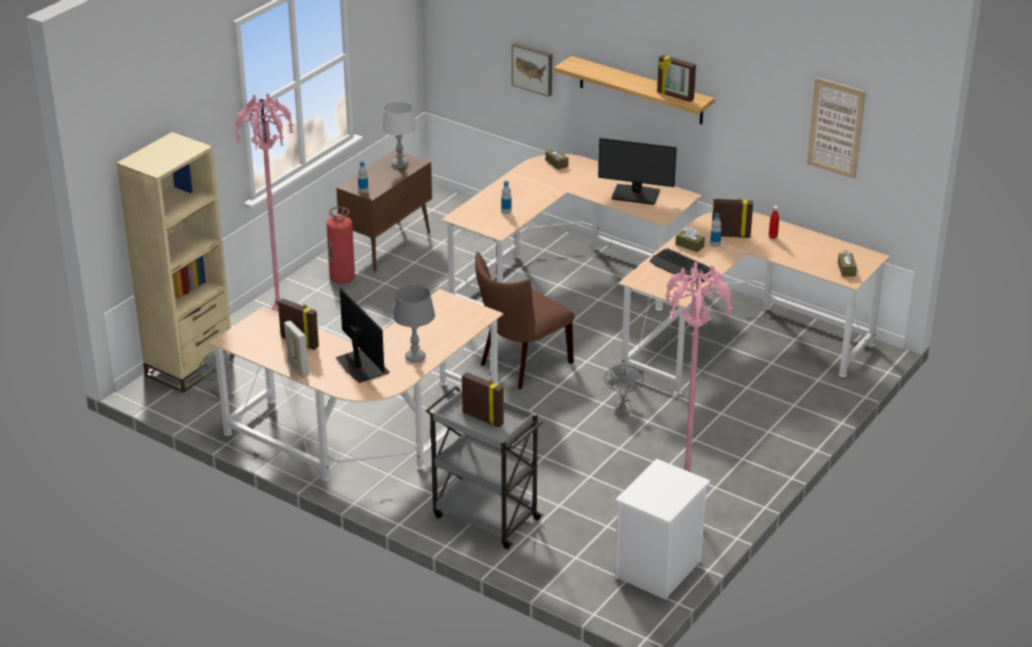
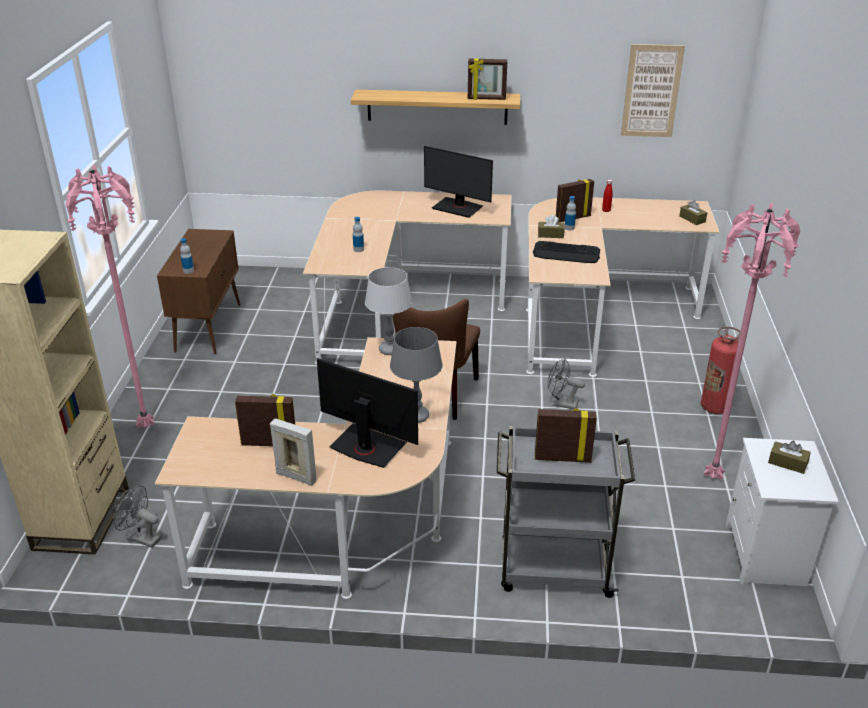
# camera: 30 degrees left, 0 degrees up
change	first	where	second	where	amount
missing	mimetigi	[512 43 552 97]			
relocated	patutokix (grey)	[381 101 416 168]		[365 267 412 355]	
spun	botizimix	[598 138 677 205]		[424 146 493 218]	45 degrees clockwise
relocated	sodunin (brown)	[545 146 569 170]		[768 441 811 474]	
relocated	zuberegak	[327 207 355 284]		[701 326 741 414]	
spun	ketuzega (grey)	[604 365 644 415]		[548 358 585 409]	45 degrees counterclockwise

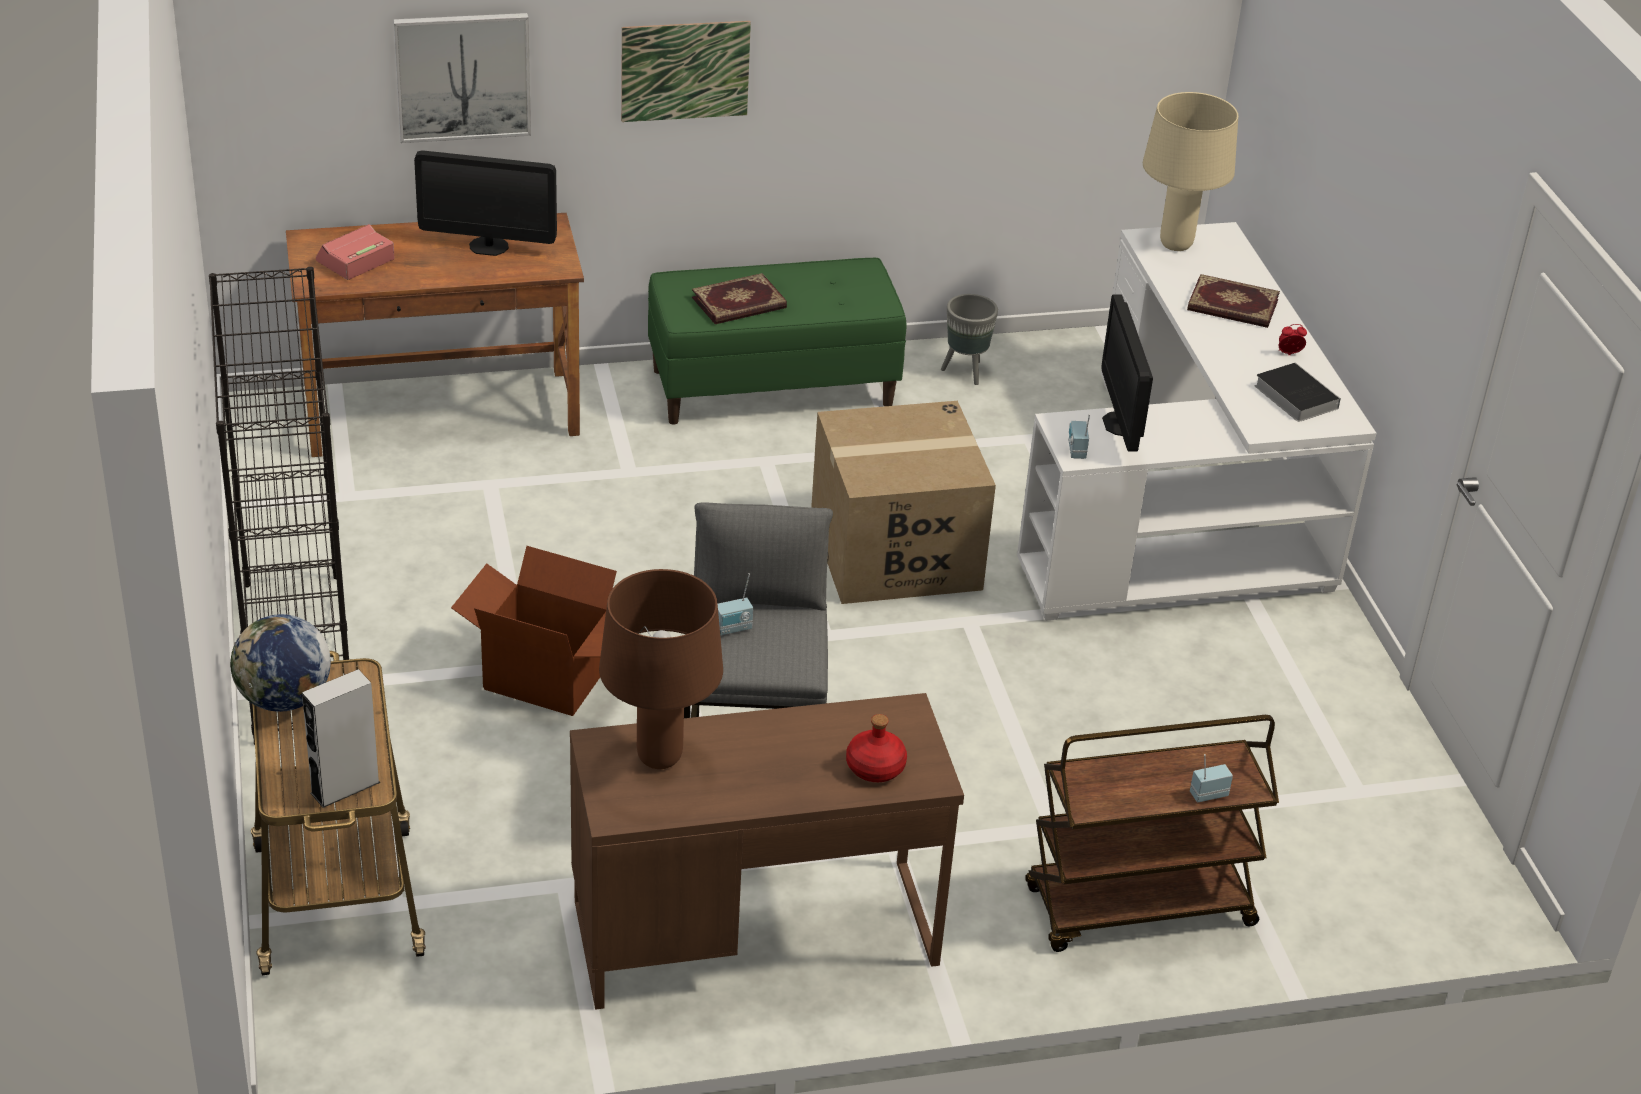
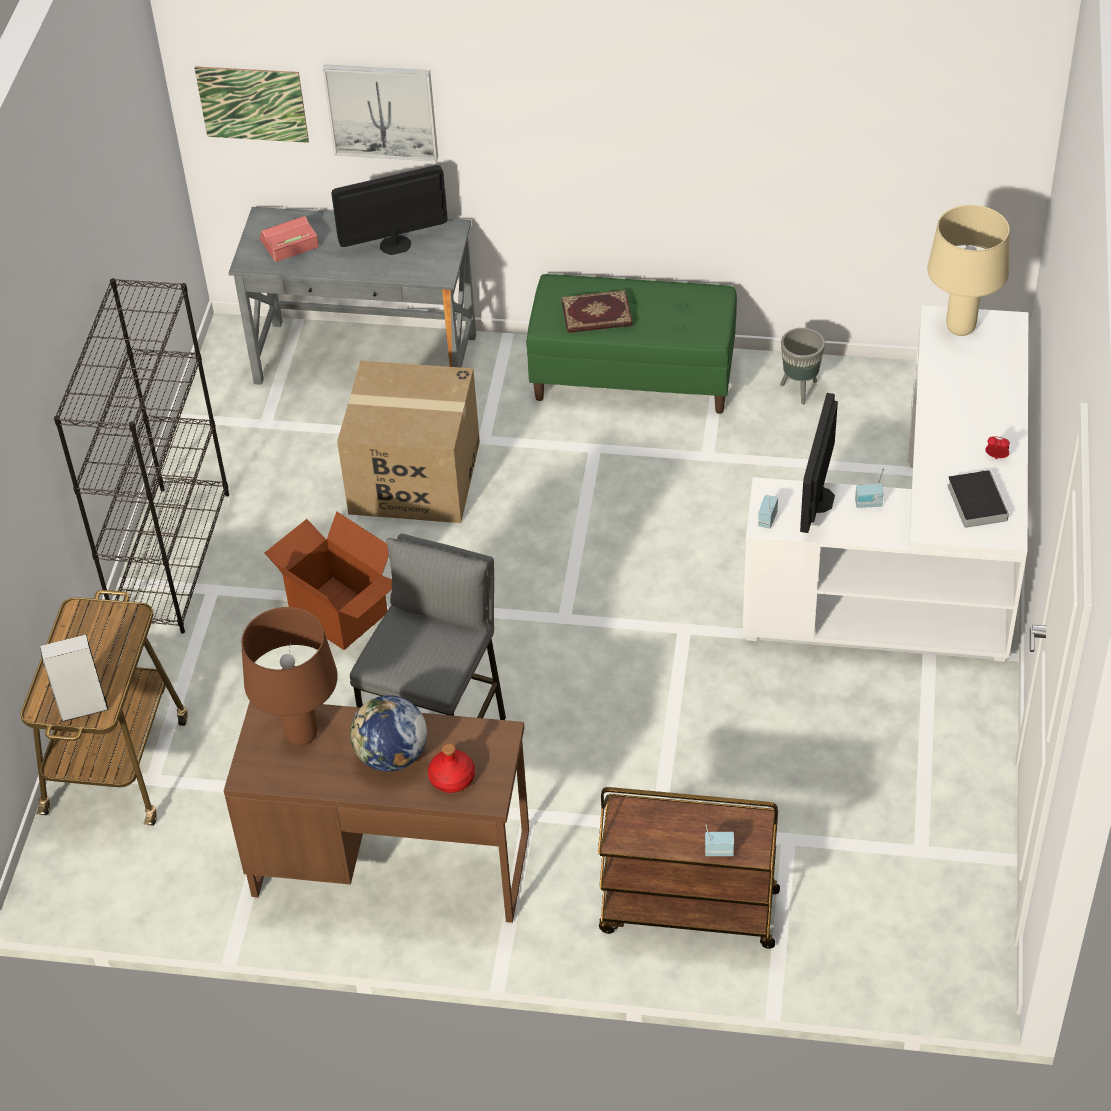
# camera: 25 degrees right, 10 degrees up
change	first	where	second	where	amount
relocated	mimetigi	[621 21 751 122]		[195 66 309 143]	
spun	botizimix	[414 150 557 256]		[331 165 447 255]	135 degrees clockwise
colour	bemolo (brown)	[286 213 584 457]	bemolo (grey)	[229 207 476 385]	
missing	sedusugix	[1187 274 1280 328]			
relocated	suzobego	[811 401 996 604]		[337 361 480 523]	
relocated	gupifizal	[718 573 753 635]		[855 468 884 508]	
relocated	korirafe	[230 614 331 712]		[350 695 427 771]	

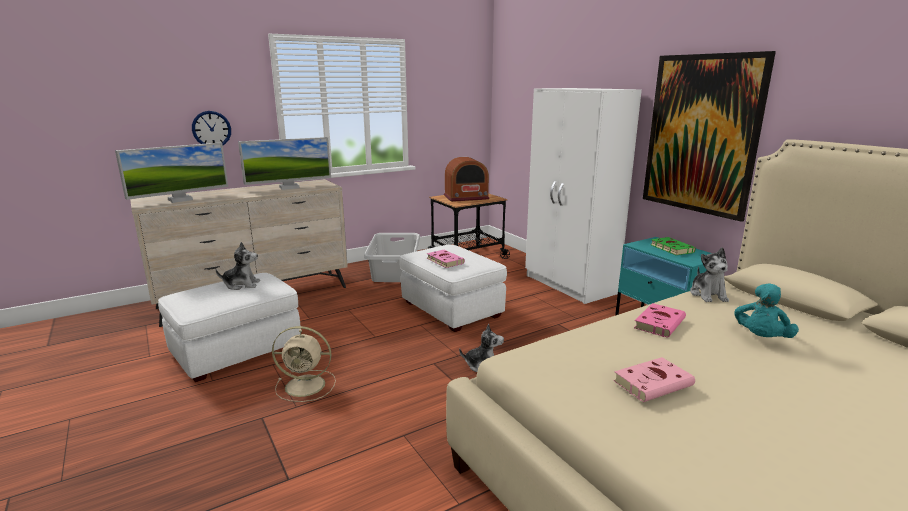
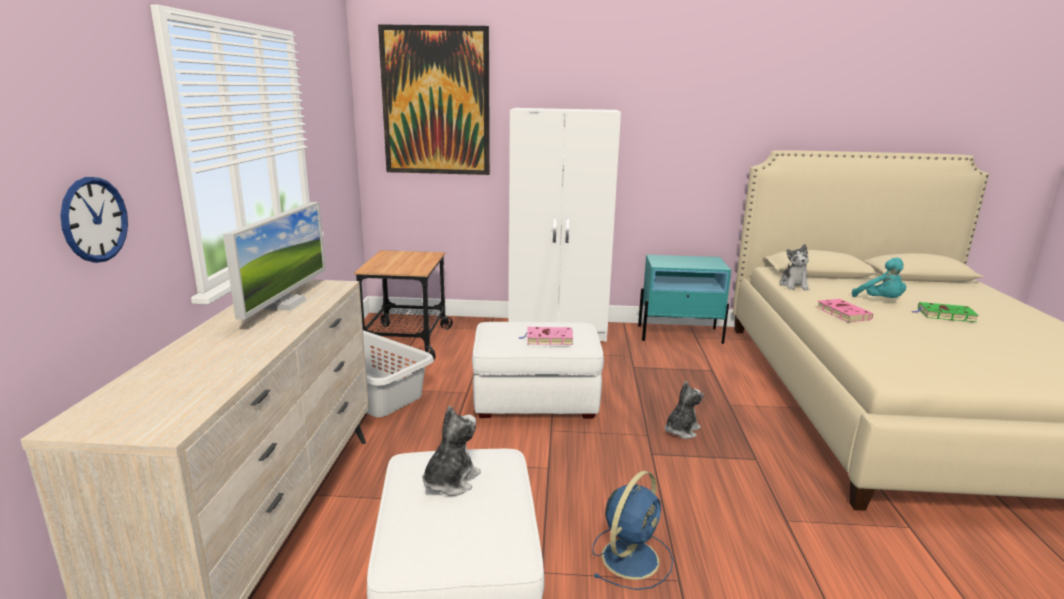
# camera: 55 degrees left, 0 degrees up
change	first	where	second	where	amount
relocated	mimetigi	[643 51 776 222]		[378 24 490 175]	
missing	botizimix	[115 143 228 203]			
missing	gupifizal	[444 157 490 202]			
relocated	sedusugix (green)	[650 237 696 255]		[912 302 979 322]	
spun	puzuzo	[690 247 729 302]		[779 244 809 290]	60 degrees clockwise
colour	ketuzega (beige)	[272 326 336 402]	ketuzega (blue)	[592 471 674 590]	
missing	sedusugix (pink)	[613 357 695 402]			

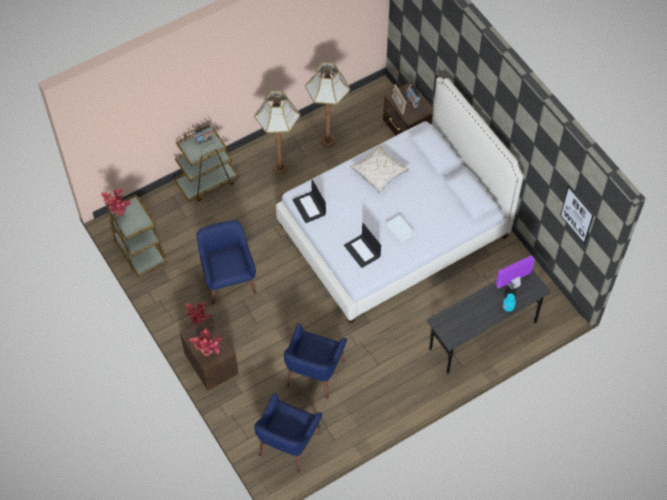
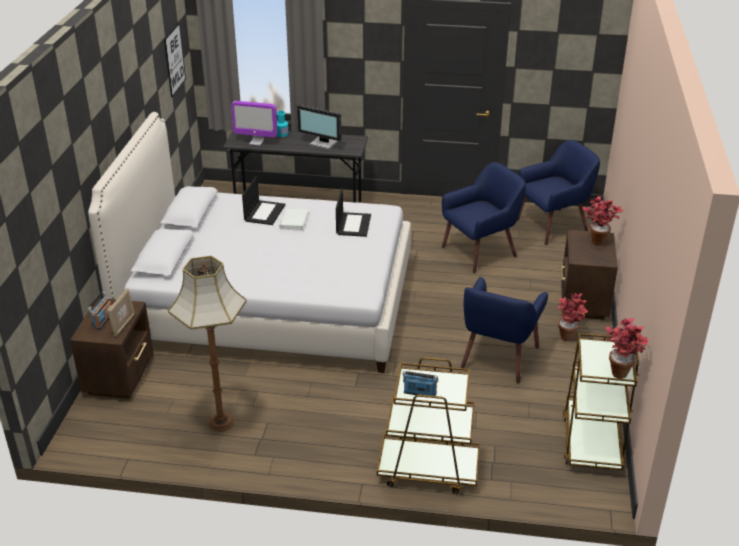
# camera: 140 degrees left, 25 degrees down
change	first	where	second	where	amount
missing	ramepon	[254 90 300 175]			
missing	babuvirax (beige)	[350 144 409 193]			
relocated	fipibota	[292 179 326 223]		[242 176 285 225]	
appeared			botizimix	[297 105 341 150]	

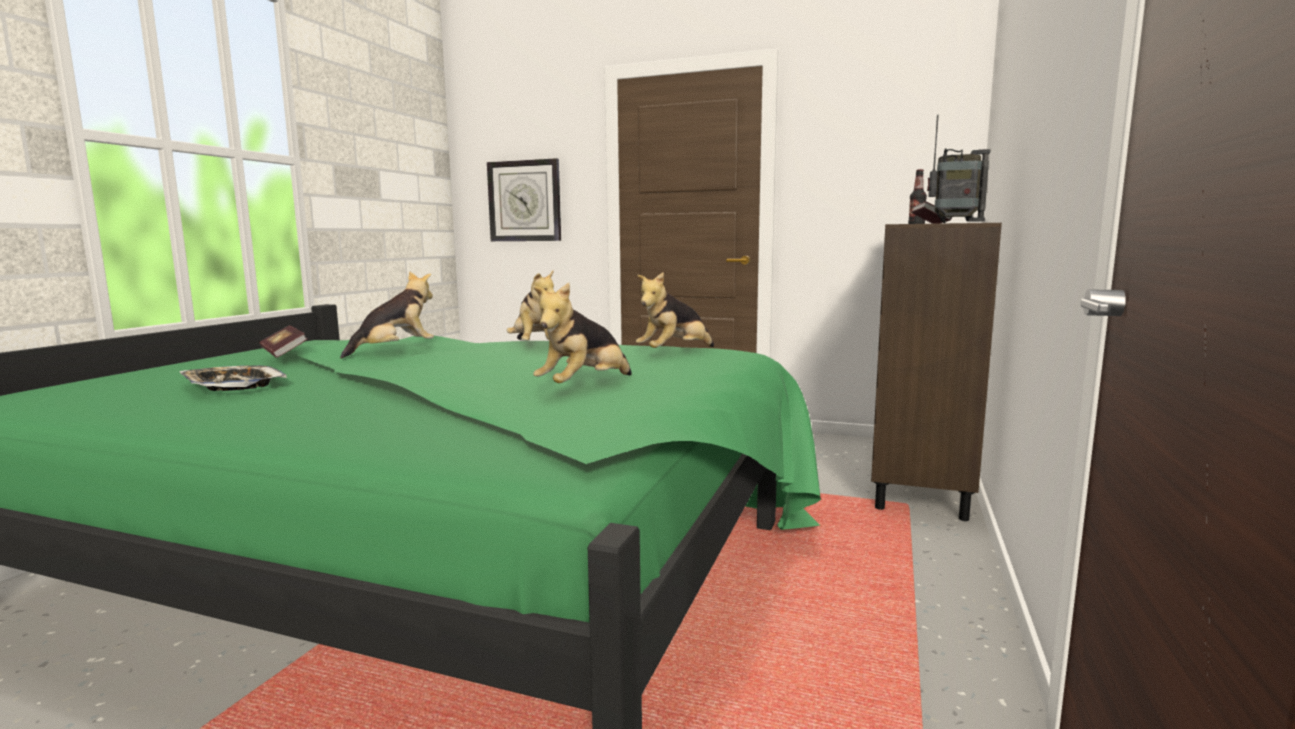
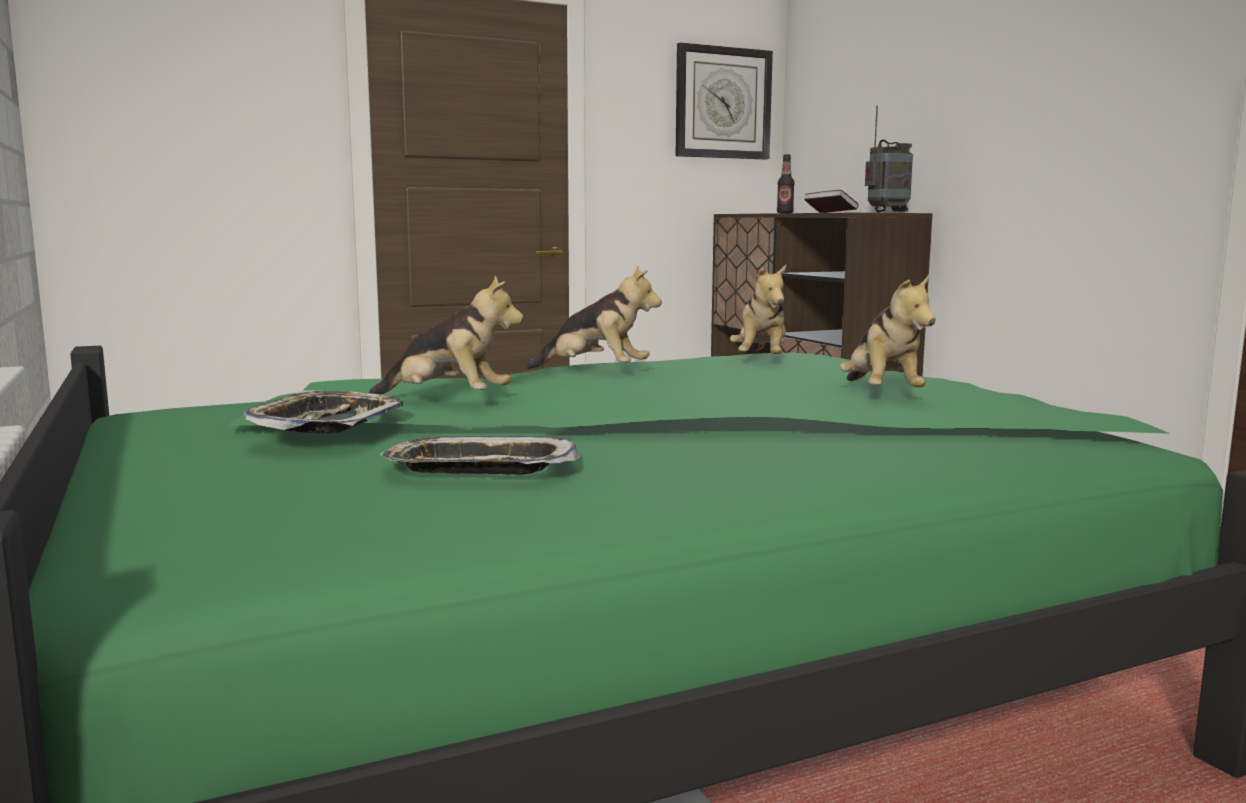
# camera: 45 degrees left, 0 degrees up
change	first	where	second	where	amount
relocated	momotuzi	[487 158 561 241]		[676 42 773 160]	
spun	puzuzo	[340 271 434 359]		[369 276 524 394]	105 degrees clockwise
exchanged	sedusugix	[260 325 308 358]	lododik	[244 390 403 434]	

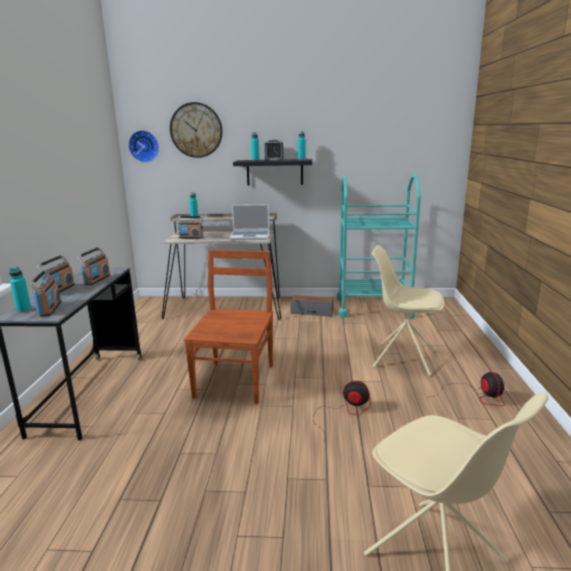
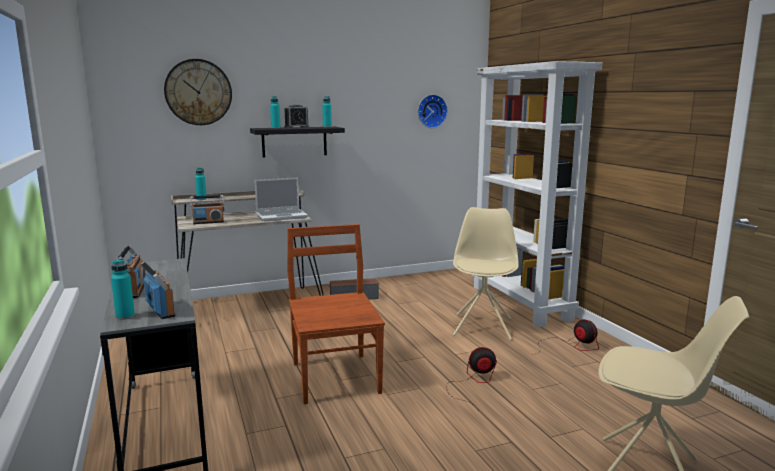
# camera: 25 degrees left, 5 degrees down
change	first	where	second	where	amount
relocated	momotuzi	[128 130 159 163]		[418 94 448 128]	
missing	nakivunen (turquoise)	[336 174 421 318]			
spun	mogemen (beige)	[371 245 444 376]		[453 207 519 341]	105 degrees clockwise
missing	gupifizal	[77 247 110 285]			
appeared			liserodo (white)	[472 61 602 327]	

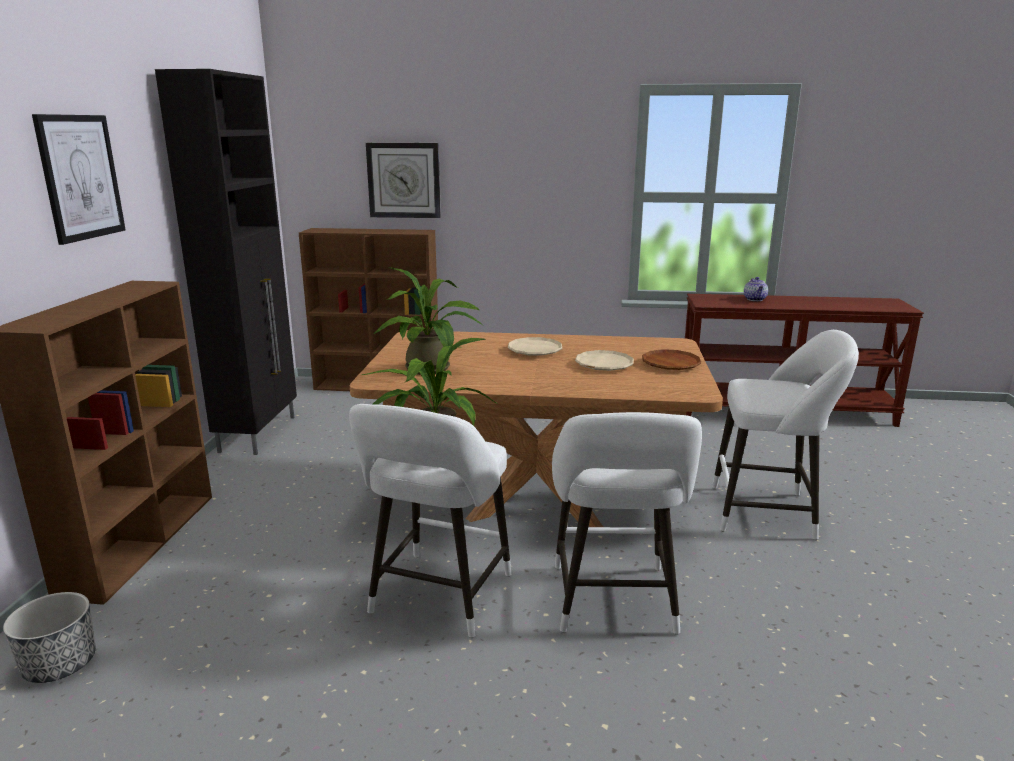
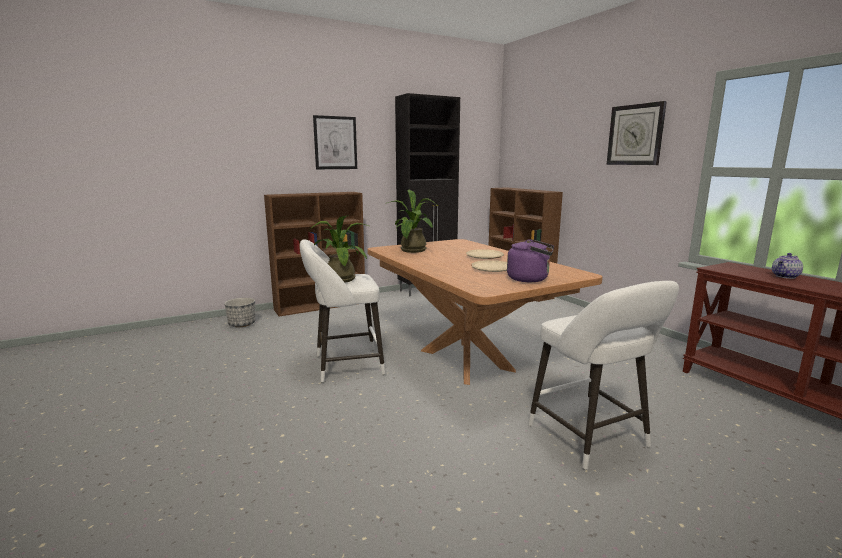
# camera: 55 degrees right, 5 degrees down
change	first	where	second	where	amount
relocated	momotuzi	[366 143 441 218]		[607 101 667 165]	
exchanged	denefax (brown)	[642 349 701 370]	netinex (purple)	[507 239 554 282]	
missing	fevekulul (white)	[552 412 702 635]			

